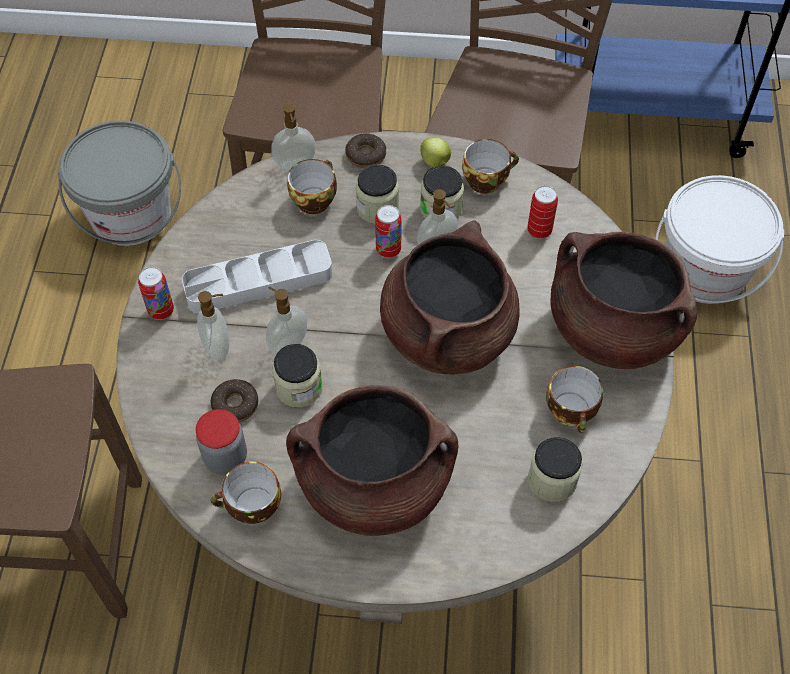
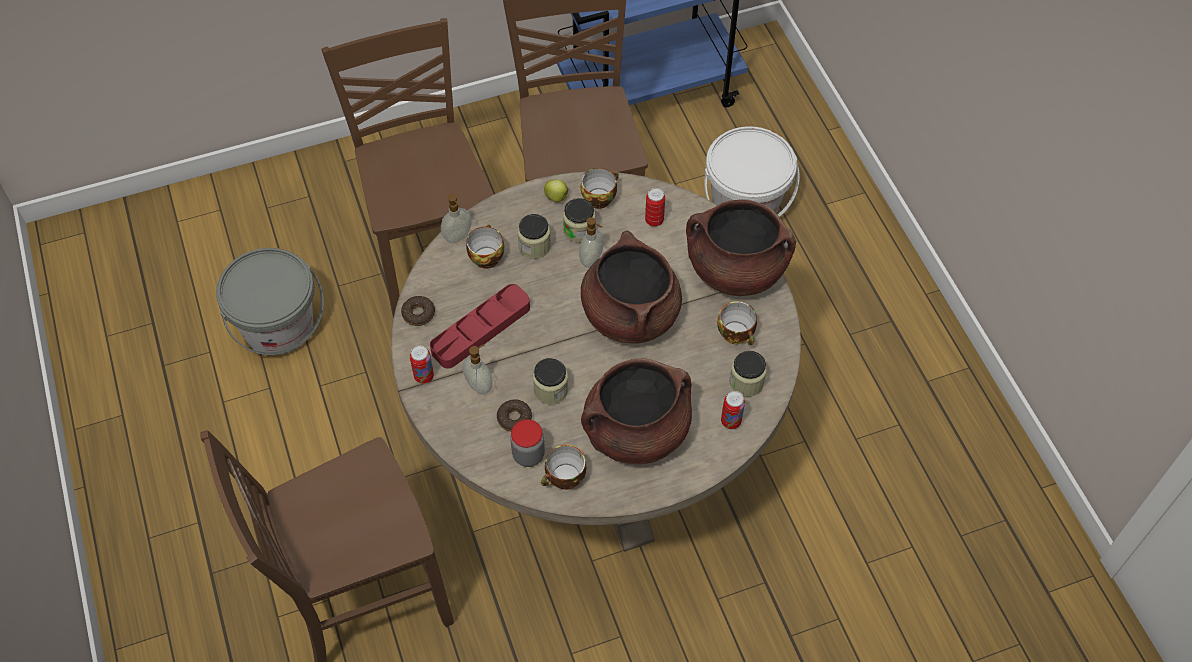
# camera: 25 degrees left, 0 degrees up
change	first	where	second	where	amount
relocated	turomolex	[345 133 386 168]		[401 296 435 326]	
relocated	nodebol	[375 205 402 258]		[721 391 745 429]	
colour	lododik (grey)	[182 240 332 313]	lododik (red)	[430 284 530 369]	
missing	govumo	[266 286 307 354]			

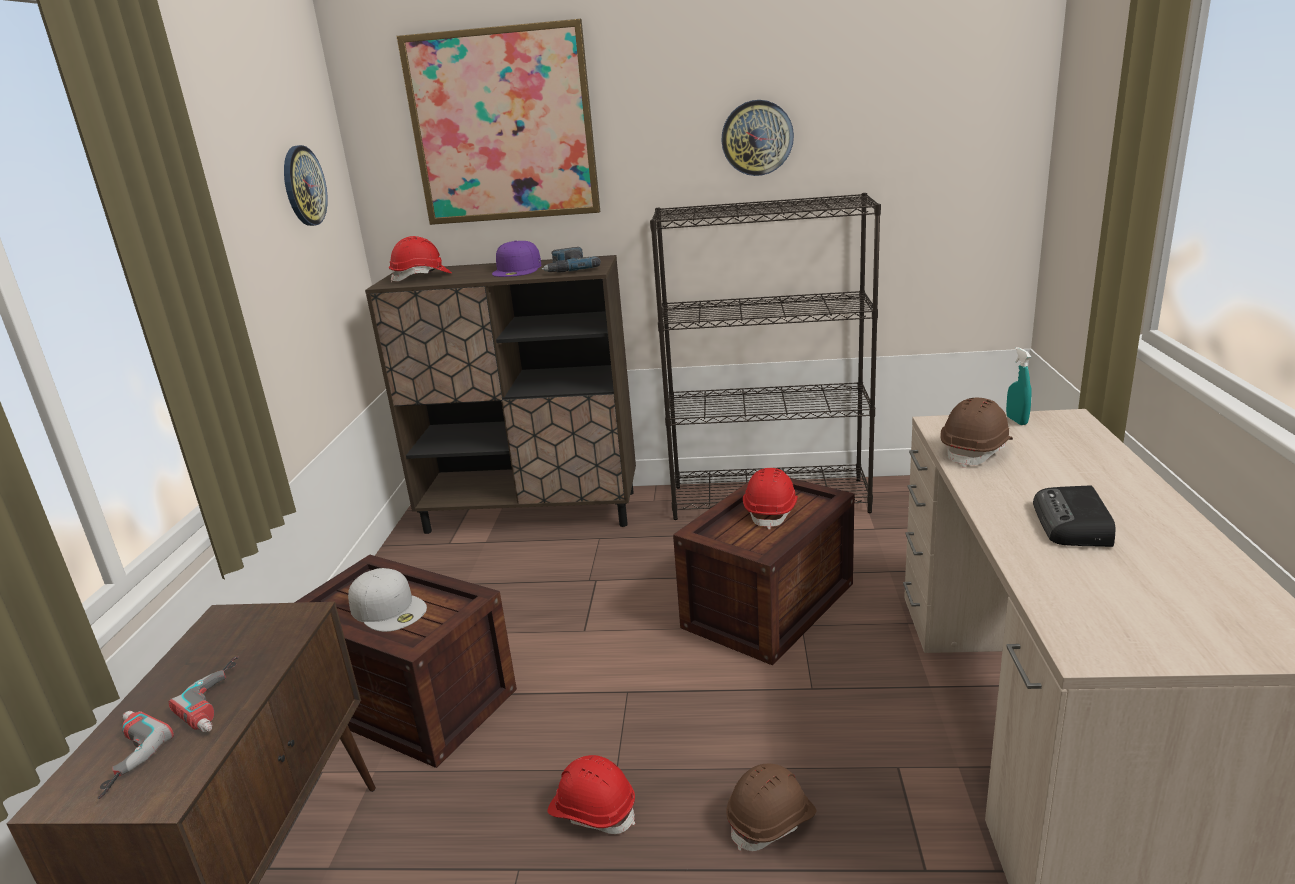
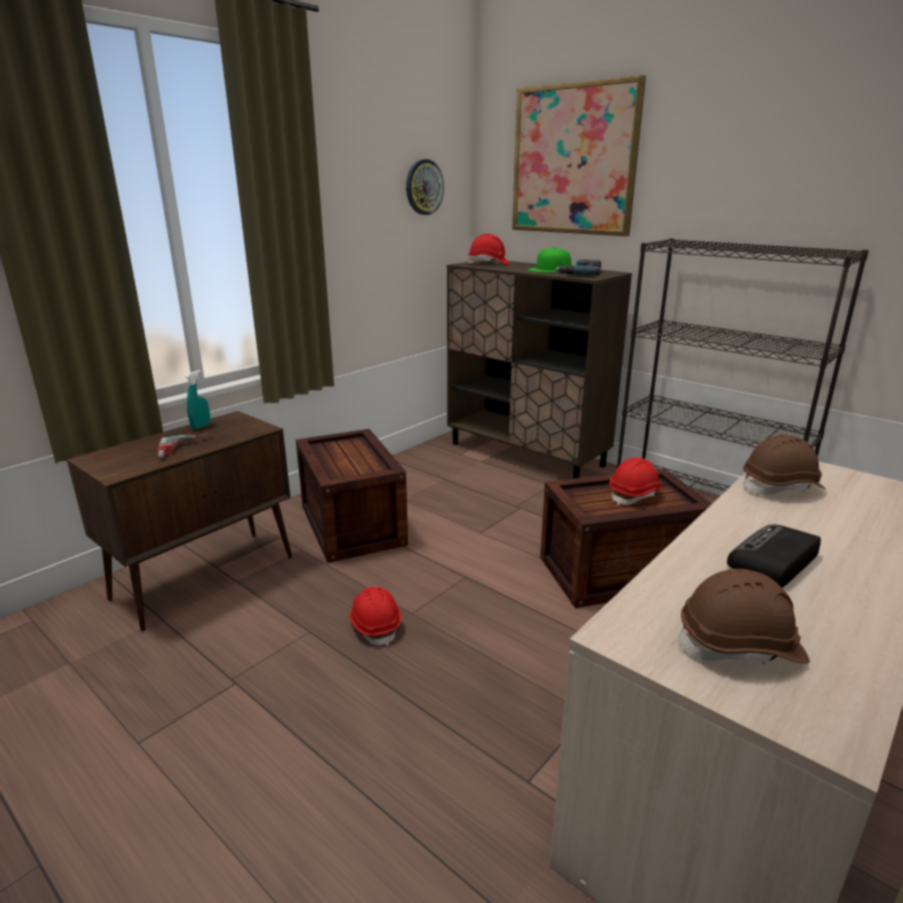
# camera: 35 degrees right, 0 degrees up
change	first	where	second	where	amount
missing	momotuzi	[721 100 794 176]			
colour	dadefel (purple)	[492 240 541 277]	dadefel (green)	[528 248 571 273]	
relocated	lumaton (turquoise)	[1006 347 1031 425]		[186 370 210 430]	
missing	dadefel (white)	[348 568 427 632]			
missing	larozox	[98 711 174 799]			
relocated	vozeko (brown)	[726 764 816 851]		[678 569 810 664]	

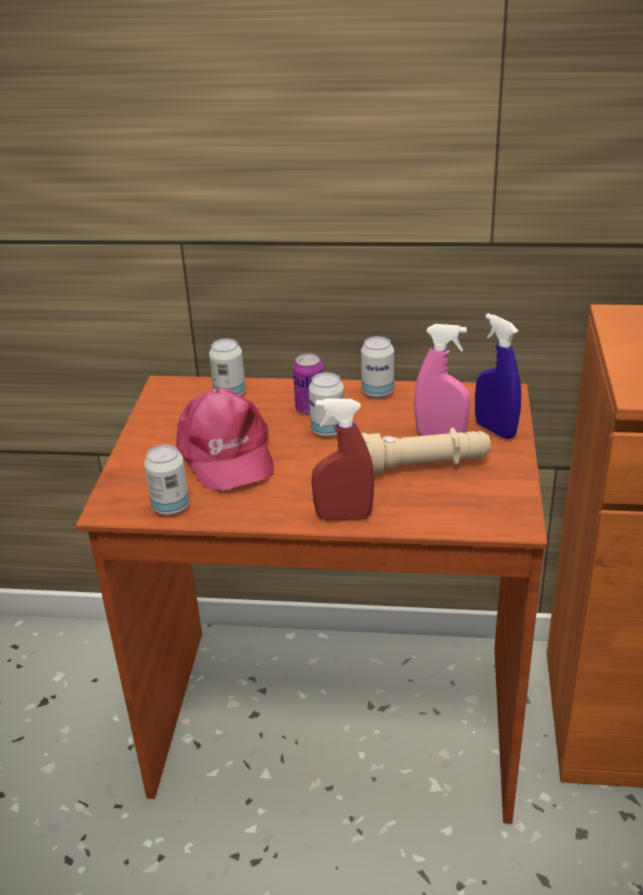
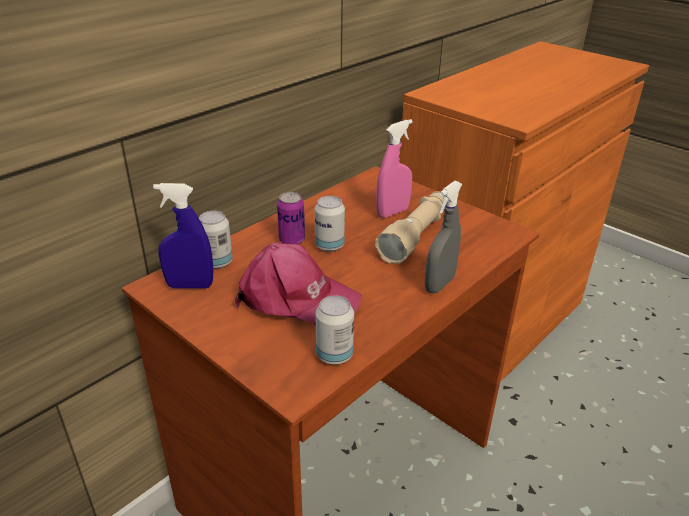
# camera: 55 degrees left, 0 degrees up
change	first	where	second	where	amount
relocated	lumaton (blue)	[475 313 521 439]		[153 183 213 289]	
missing	nodebol	[361 336 394 398]			
colour	lumaton (red)	[311 399 374 520]	lumaton (grey)	[425 181 462 294]	

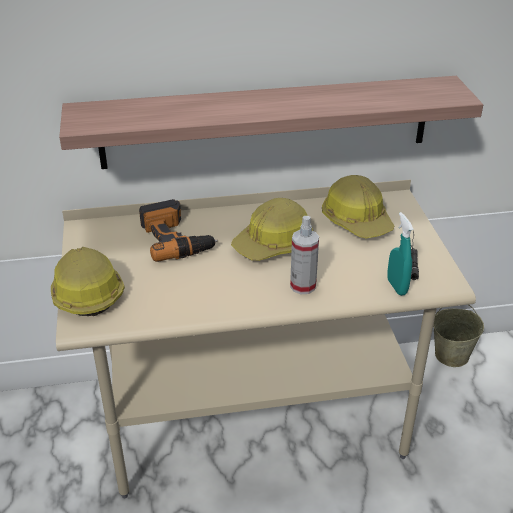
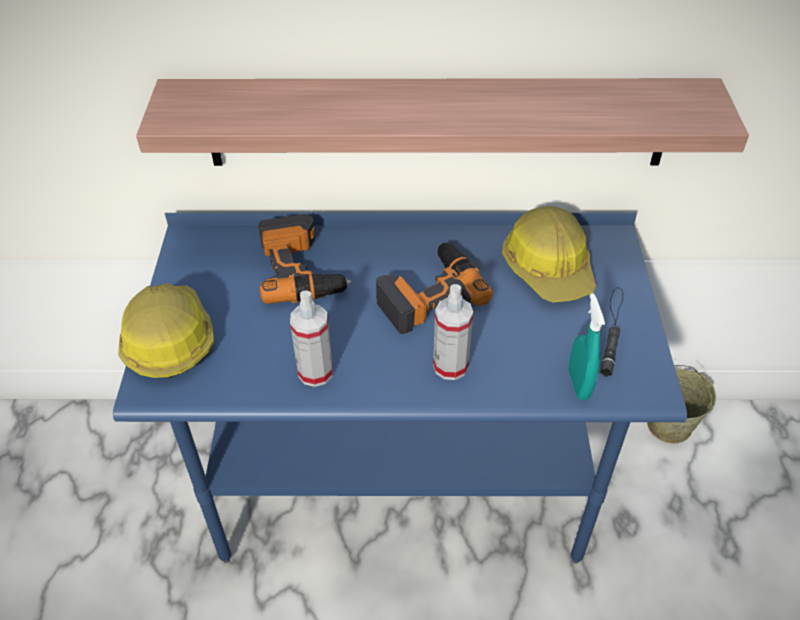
# camera: 10 degrees right, 10 degrees up
change	first	where	second	where	amount
colour	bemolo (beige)	[56 179 476 498]	bemolo (blue)	[113 213 687 564]	
exchanged	vozeko	[231 198 313 261]	larozox	[376 243 493 334]	
appeared			lumaton	[290 291 333 387]	

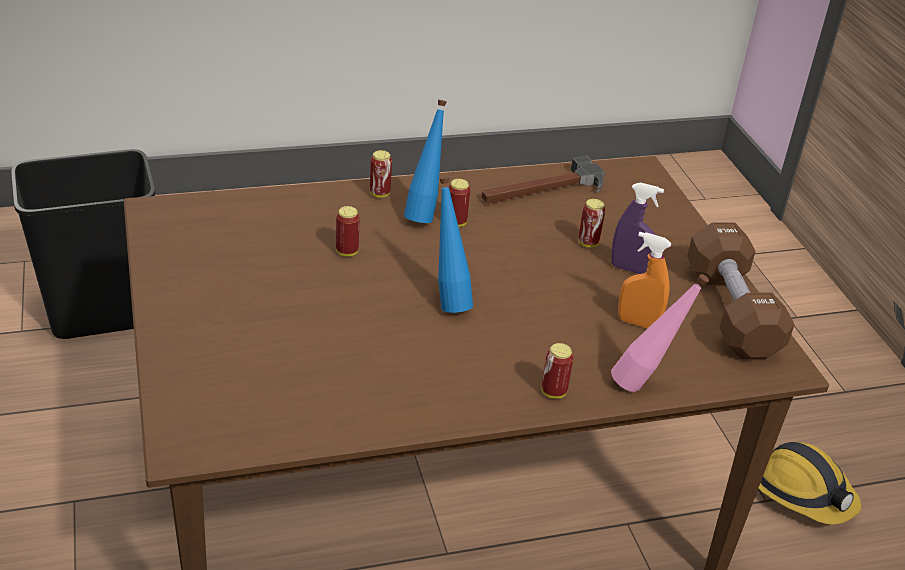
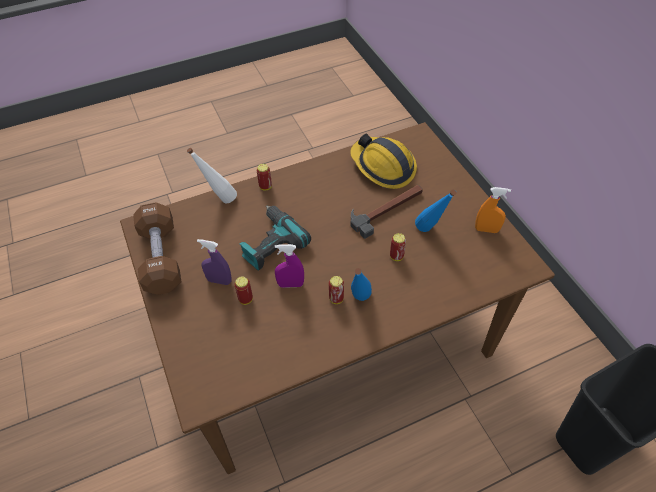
# camera: 175 degrees right, 15 degrees up
change	first	where	second	where	amount
missing	nodebol	[370 150 392 198]			
relocated	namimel	[482 155 605 204]		[350 185 423 239]	
relocated	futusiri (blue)	[438 177 473 313]		[415 190 456 232]	
relocated	lumaton (orange)	[618 232 672 328]		[475 187 511 233]	
colour	futusiri (pink)	[611 274 709 392]	futusiri (white)	[187 148 237 203]	
relocated	vozeko	[758 442 862 525]		[350 133 417 189]	
appeared			larozox	[240 205 311 270]	
appeared			lumaton (purple)	[275 244 304 288]	

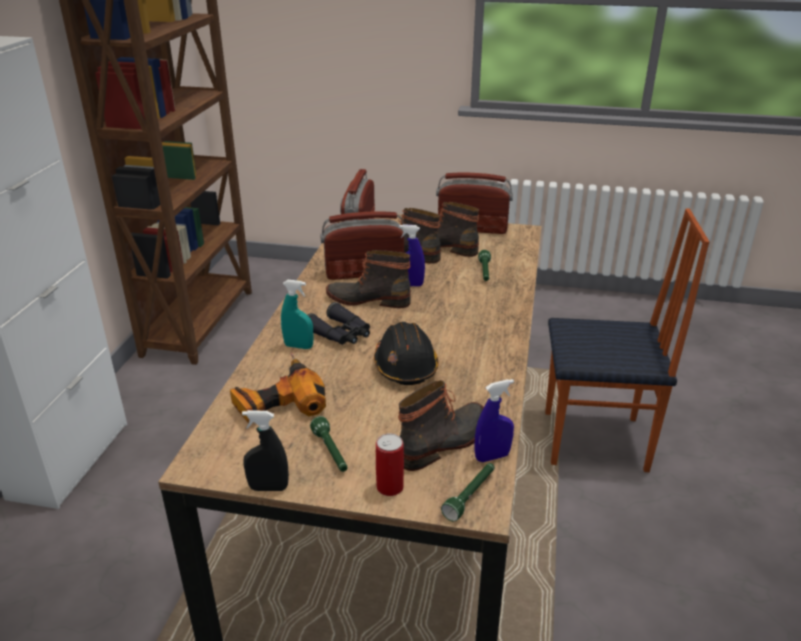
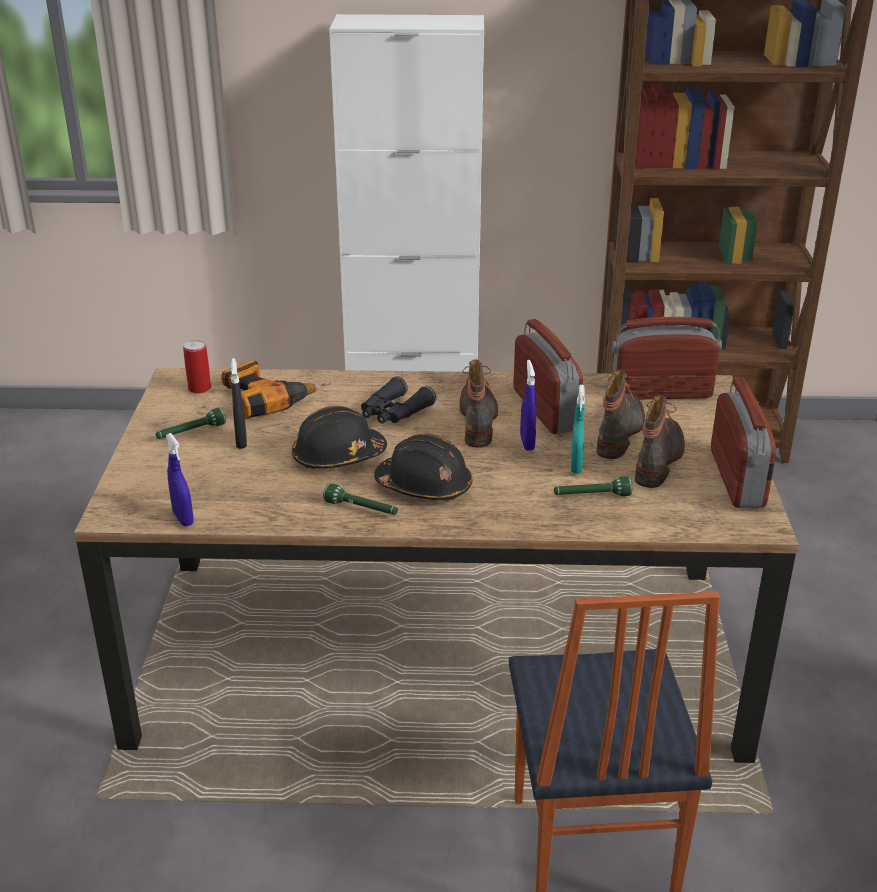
# camera: 80 degrees right, 0 degrees up
change	first	where	second	where	amount
relocated	lumaton (turquoise)	[281 280 314 349]		[571 385 585 474]	
missing	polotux	[398 380 484 471]			
relocated	lumaton (black)	[242 410 289 491]		[231 358 247 449]	
relocated	nodebol	[376 433 404 496]		[183 340 211 394]	
relocated	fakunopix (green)	[441 463 494 521]		[323 483 398 515]	
appeared			vozeko (black)	[374 434 473 501]	

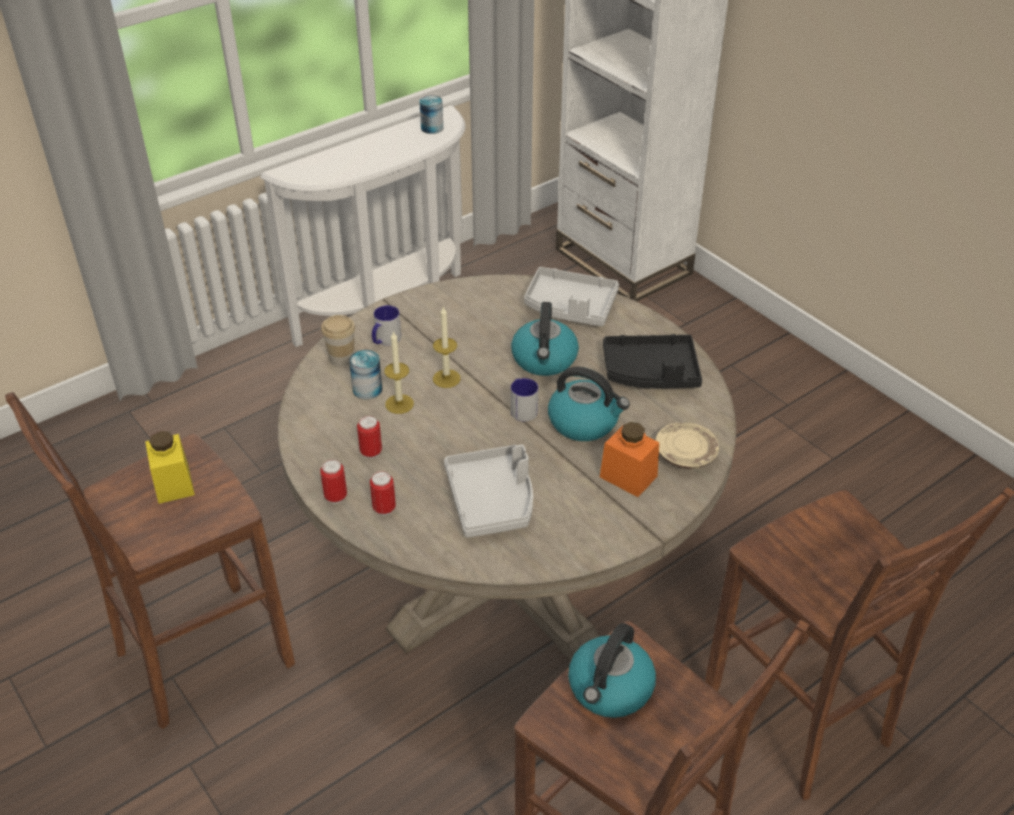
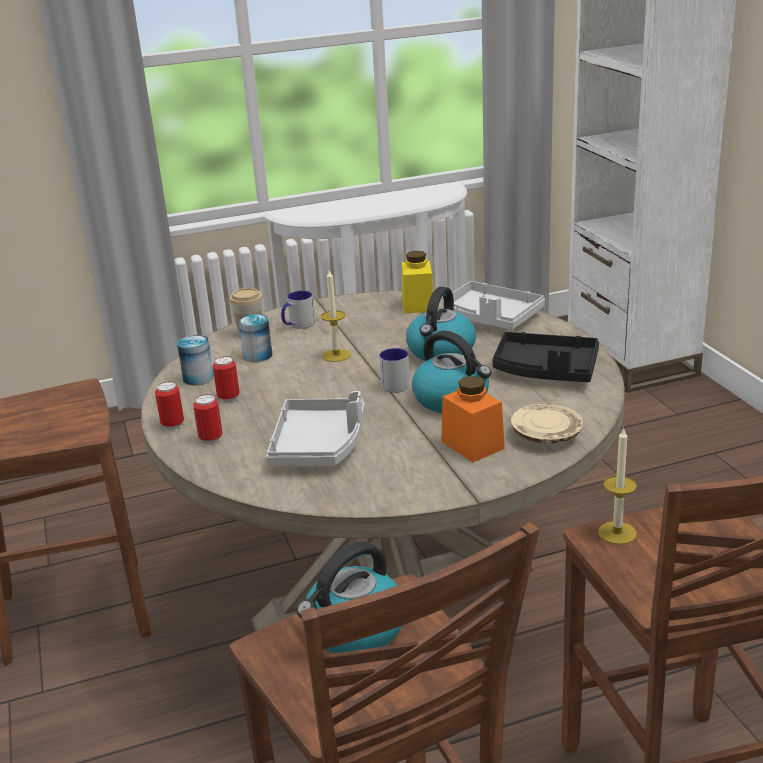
# camera: 20 degrees right, 15 degrees down
change	first	where	second	where	amount
relocated	nodebol	[419 95 443 134]		[177 335 214 386]	
relocated	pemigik	[384 331 414 414]		[598 427 637 545]	
relocated	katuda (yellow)	[145 431 195 504]		[402 251 433 314]	

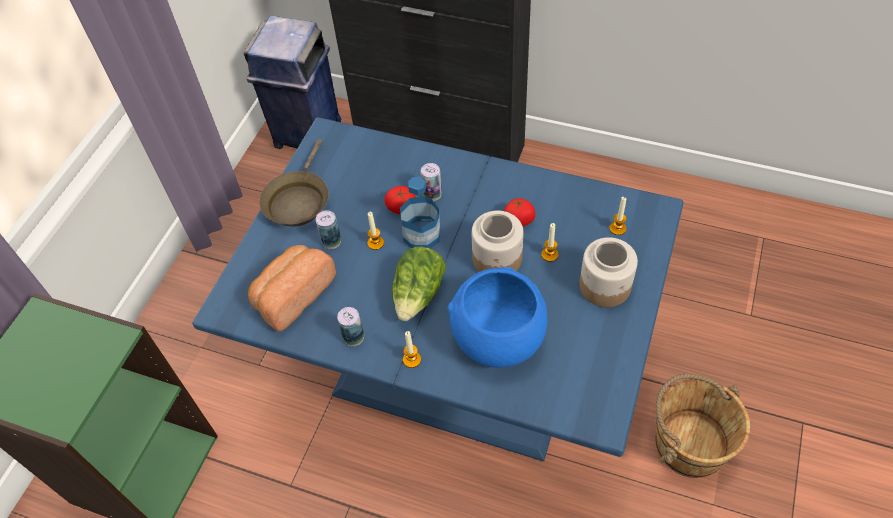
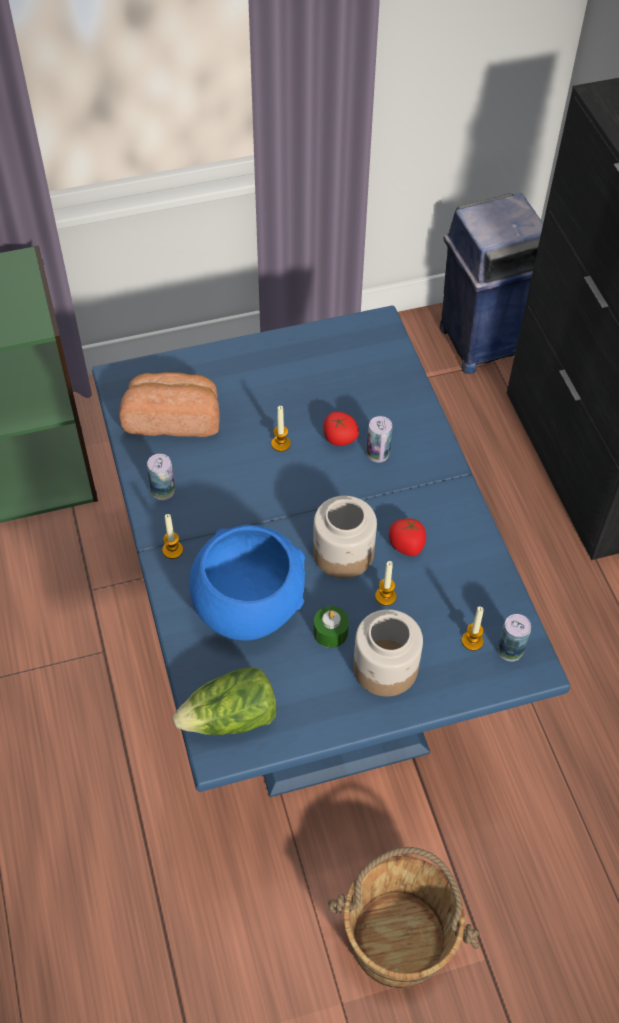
# camera: 50 degrees right, 0 degrees up
change	first	where	second	where	amount
missing	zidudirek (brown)	[259 139 329 227]			
missing	futusiri	[400 177 440 248]			
relocated	nodebol	[316 210 341 249]		[498 614 531 661]	
relocated	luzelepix	[392 247 446 321]		[173 667 276 735]	
appeared			pemigik (green)	[314 606 349 648]	

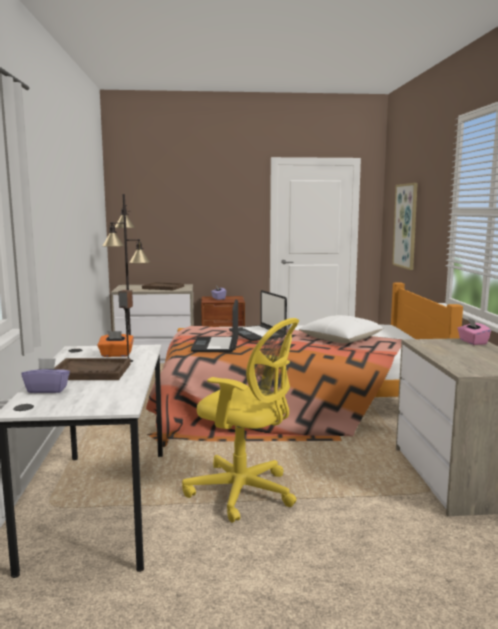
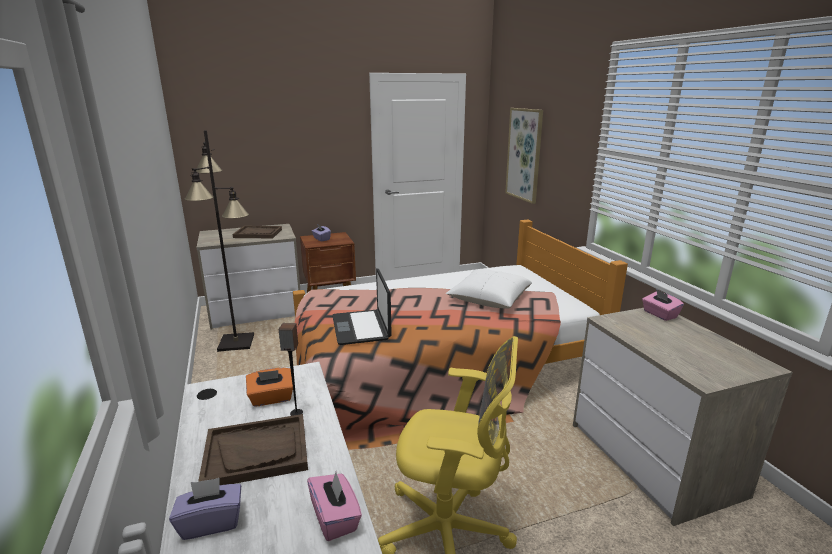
# camera: 15 degrees left, 10 degrees up
change	first	where	second	where	amount
missing	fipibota	[229 290 287 341]			
appeared			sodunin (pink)	[307 472 362 541]	

